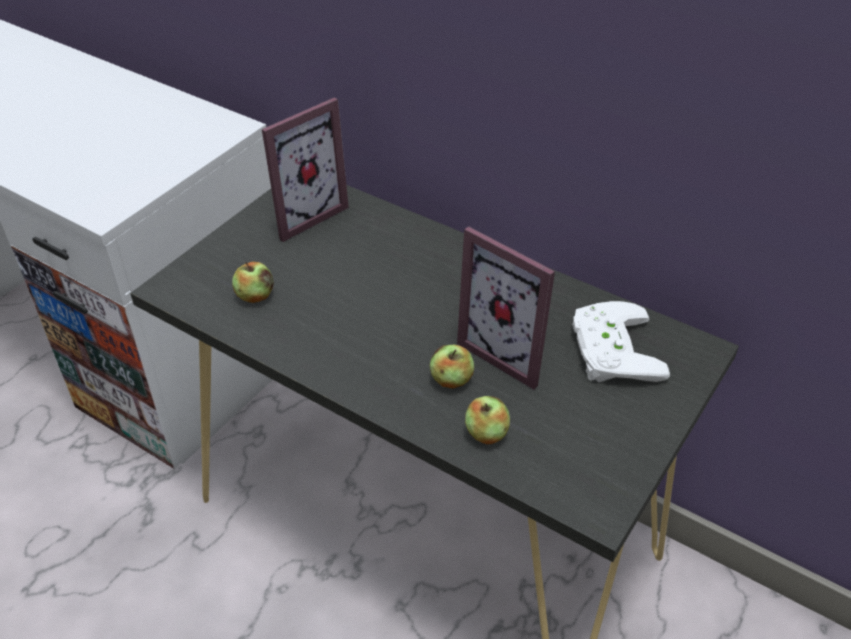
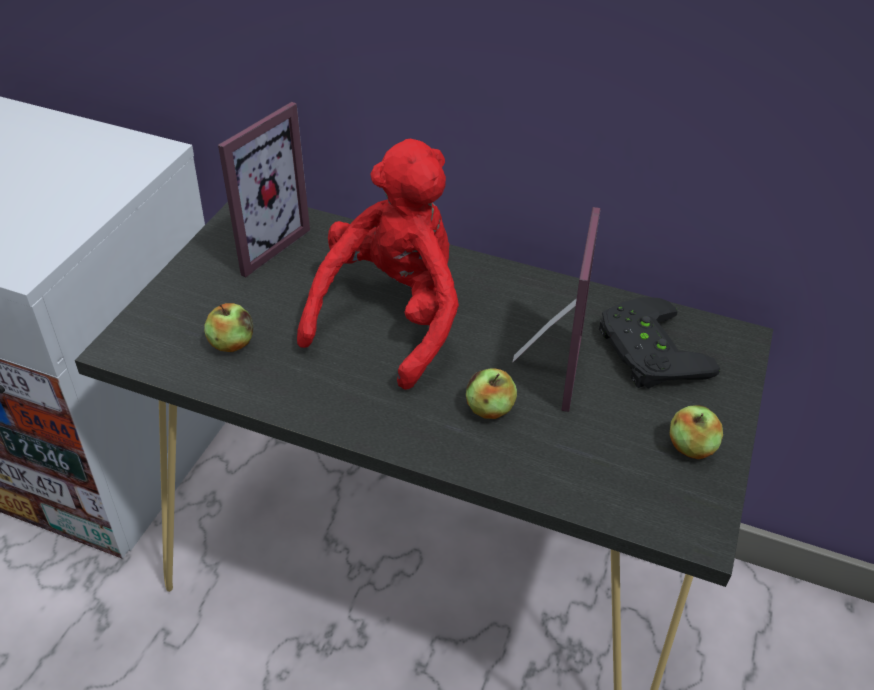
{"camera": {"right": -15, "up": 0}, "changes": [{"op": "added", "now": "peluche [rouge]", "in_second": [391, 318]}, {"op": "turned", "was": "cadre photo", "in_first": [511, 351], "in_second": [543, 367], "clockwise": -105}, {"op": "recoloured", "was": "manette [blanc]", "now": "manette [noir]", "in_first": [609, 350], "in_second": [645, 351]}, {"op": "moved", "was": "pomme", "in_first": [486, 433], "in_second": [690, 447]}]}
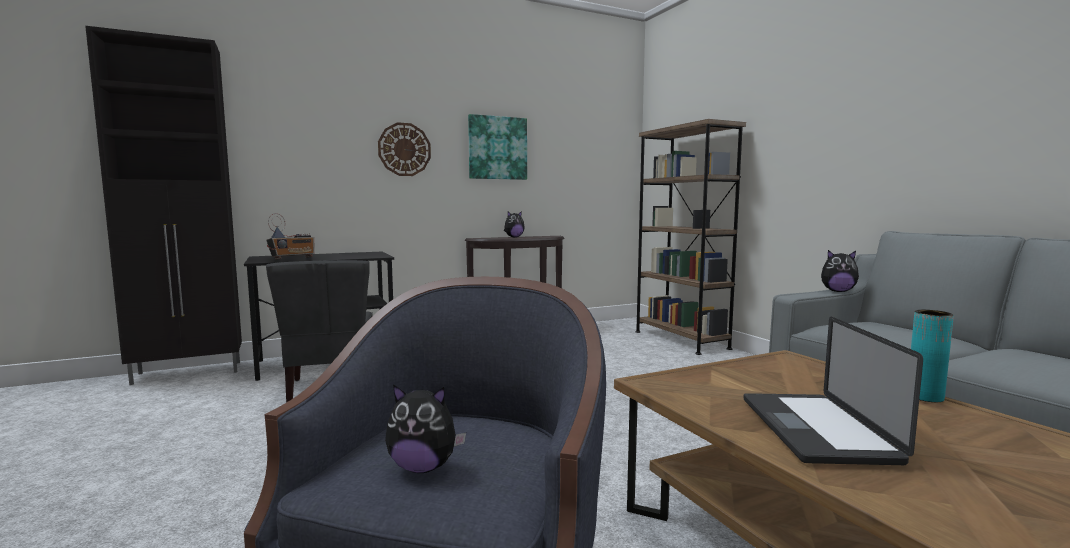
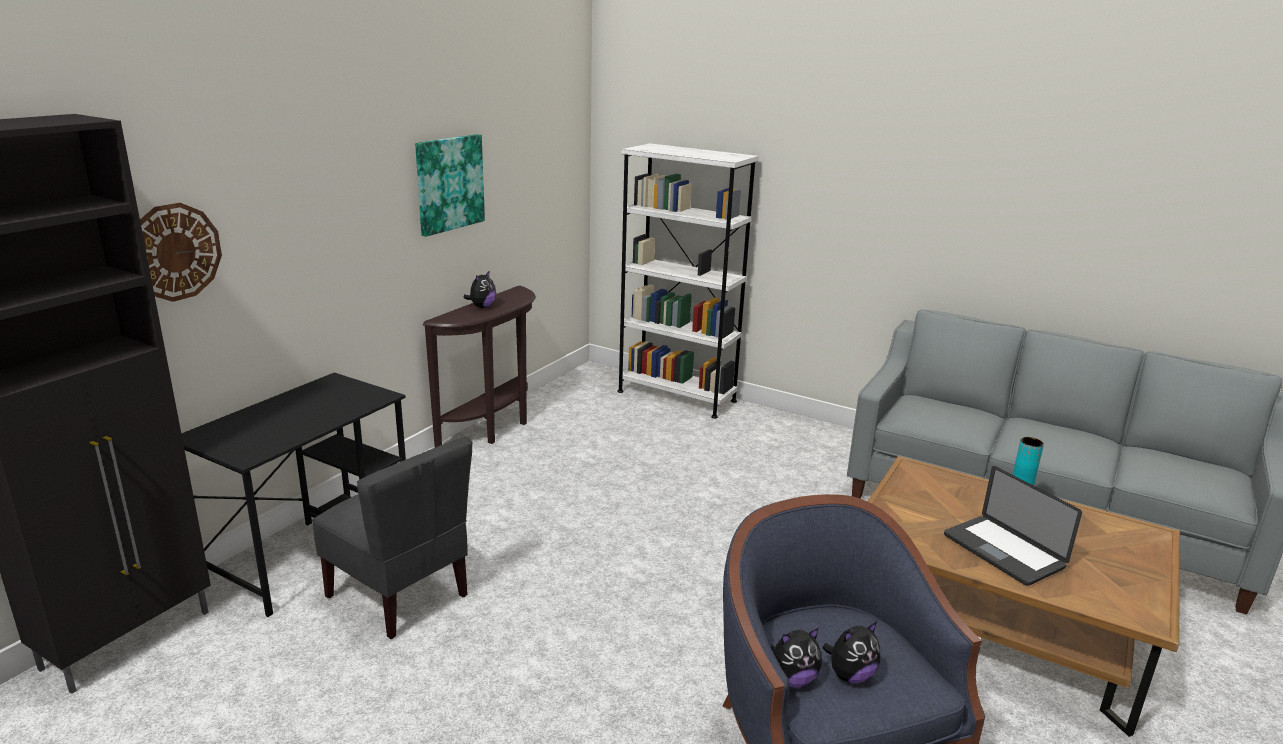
{"camera": {"right": -35, "up": 15}, "changes": [{"op": "moved", "was": "horloge murale", "in_first": [404, 149], "in_second": [174, 252]}, {"op": "recoloured", "was": "bibliothèque [marron]", "now": "bibliothèque [blanc]", "in_first": [680, 340], "in_second": [676, 396]}, {"op": "moved", "was": "peluche", "in_first": [838, 291], "in_second": [792, 679]}, {"op": "removed", "was": "radio", "in_first": [293, 259]}]}
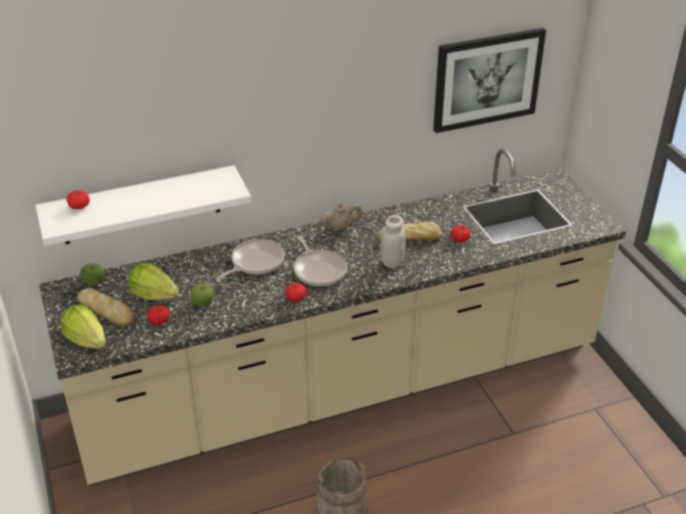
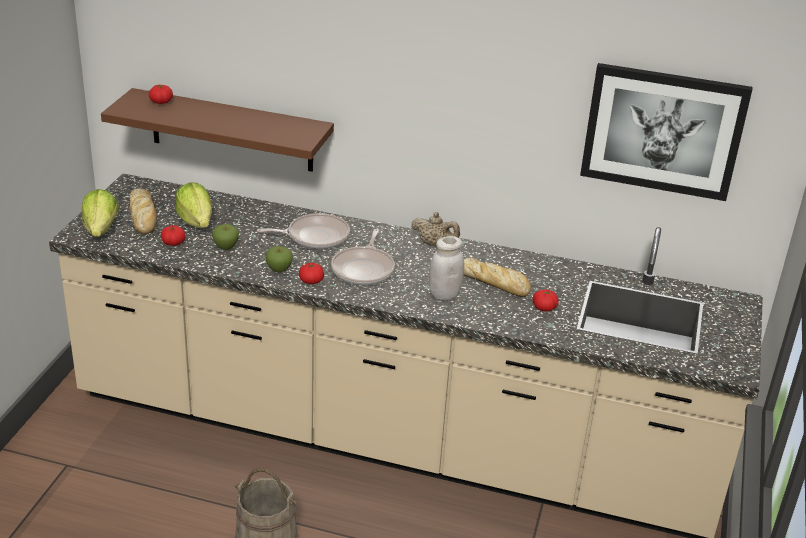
{"camera": {"right": 35, "up": -5}, "changes": [{"op": "recoloured", "was": "étagère [blanc]", "now": "étagère [marron]", "in_first": [141, 205], "in_second": [231, 130]}, {"op": "moved", "was": "pomme", "in_first": [94, 282], "in_second": [279, 269]}]}
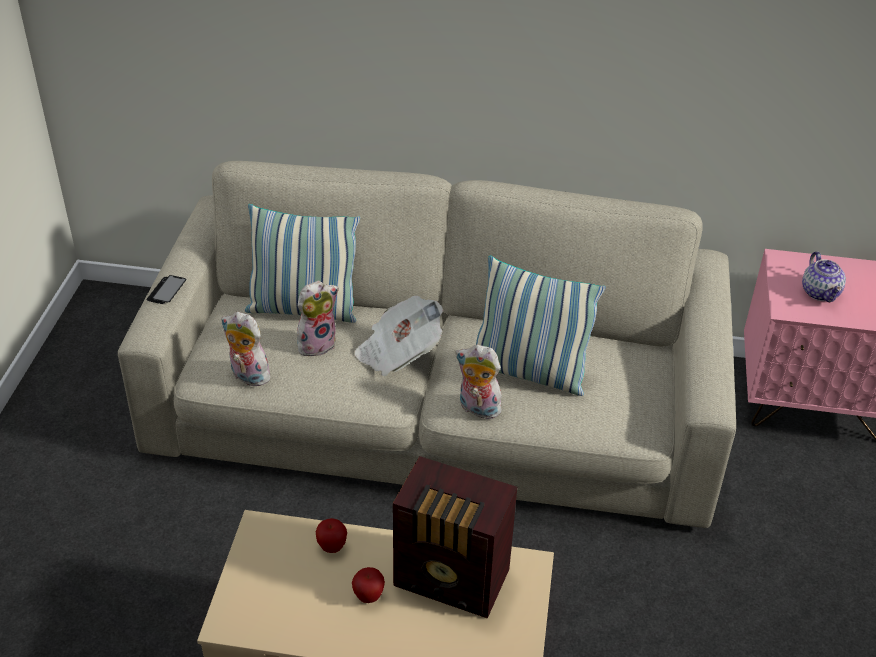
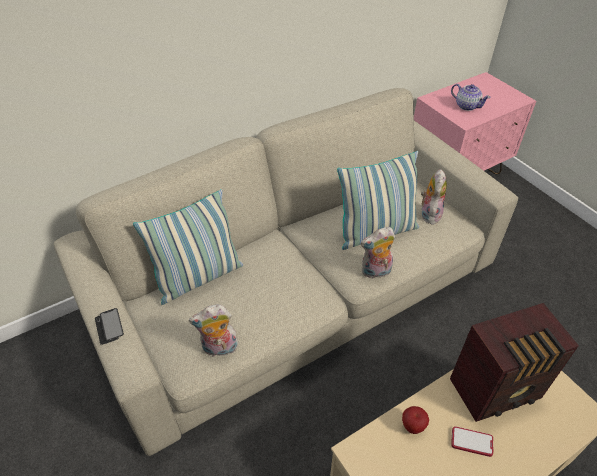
{"camera": {"right": -40, "up": 5}, "changes": [{"op": "moved", "was": "peluche", "in_first": [317, 343], "in_second": [429, 214]}, {"op": "replaced", "was": "pomme", "now": "téléphone", "in_first": [368, 596], "in_second": [471, 442]}, {"op": "removed", "was": "journal", "in_first": [398, 352]}]}
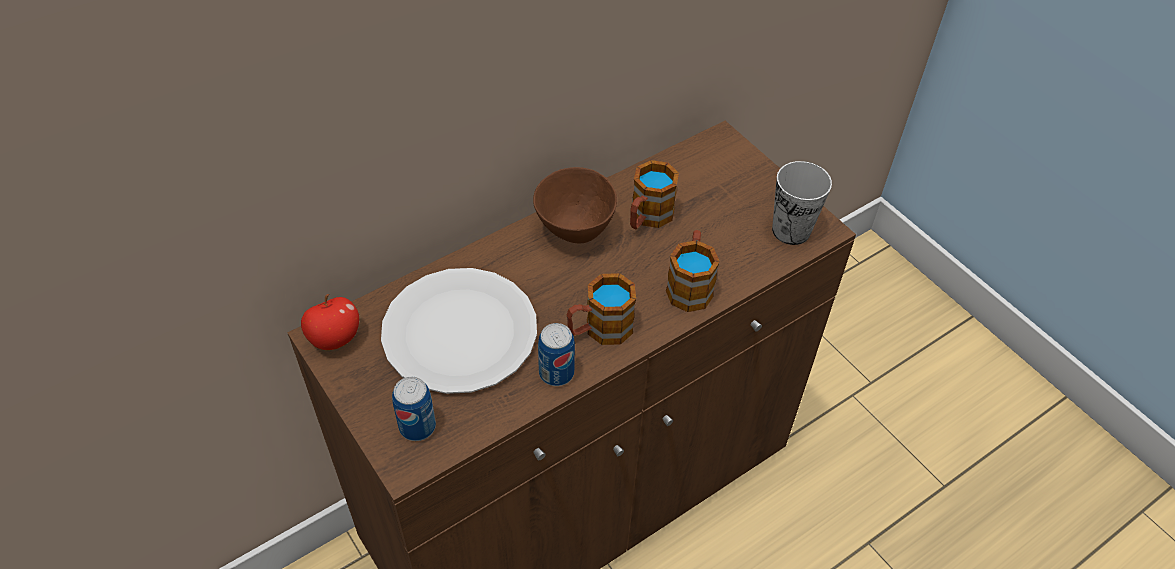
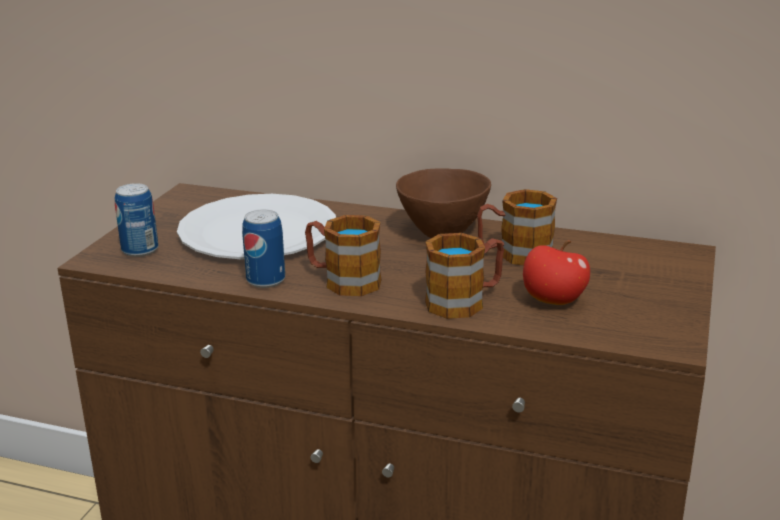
{"camera": {"right": 55, "up": -25}, "changes": [{"op": "moved", "was": "pomme", "in_first": [335, 338], "in_second": [553, 301]}, {"op": "removed", "was": "tasse", "in_first": [791, 230]}]}
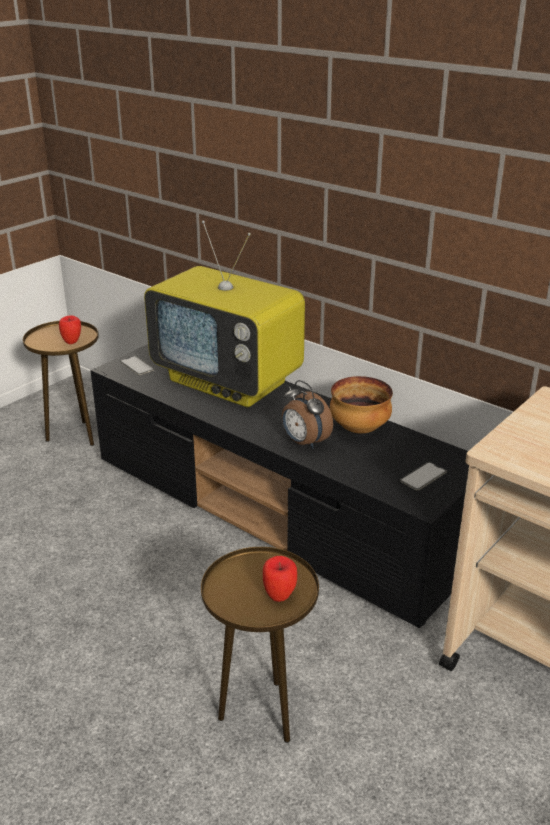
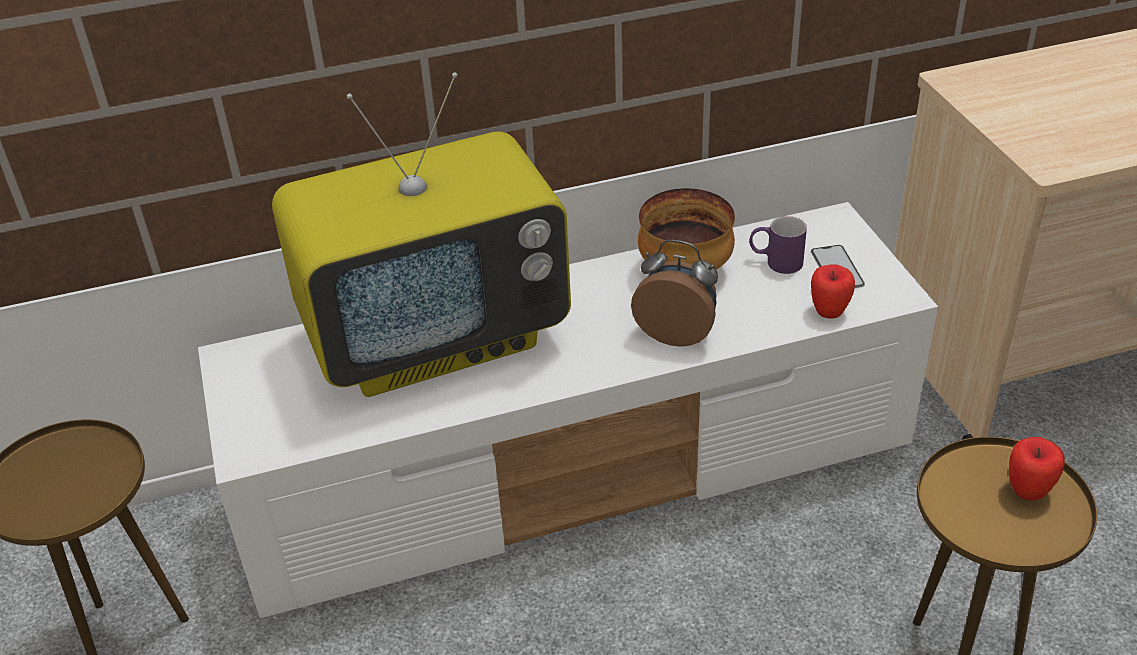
{"camera": {"right": -55, "up": 10}, "changes": [{"op": "recoloured", "was": "meuble télé [noir]", "now": "meuble télé [blanc]", "in_first": [277, 513], "in_second": [579, 468]}, {"op": "turned", "was": "réveil", "in_first": [304, 442], "in_second": [677, 332], "clockwise": -150}, {"op": "added", "now": "mug [violet]", "in_second": [775, 262]}, {"op": "moved", "was": "pomme", "in_first": [72, 342], "in_second": [829, 312]}, {"op": "removed", "was": "téléphone", "in_first": [137, 365]}]}
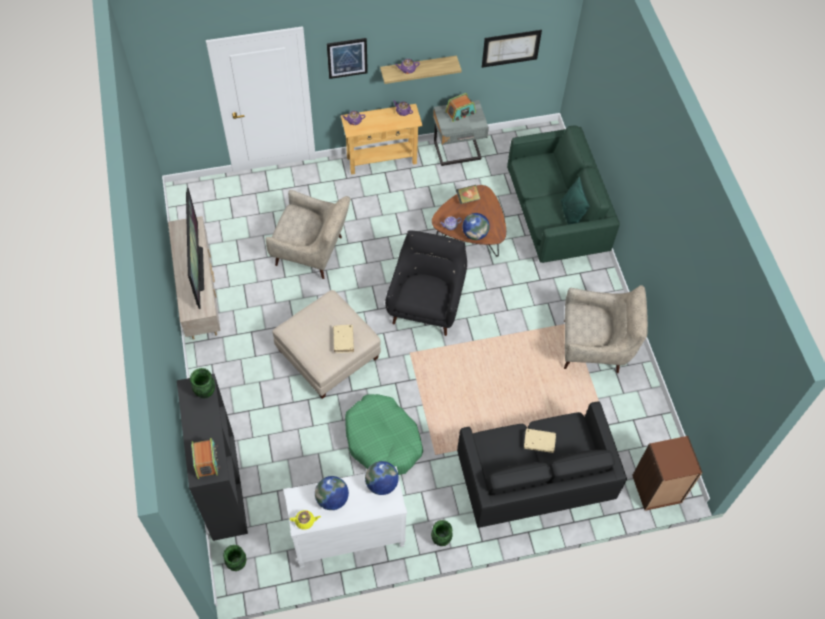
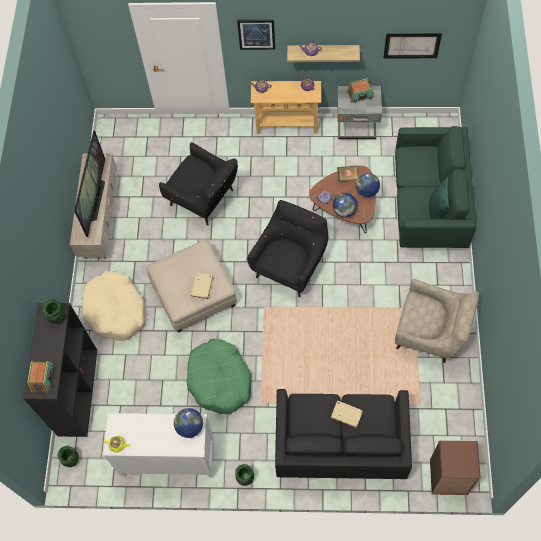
{"camera": {"right": 20, "up": 5}, "changes": [{"op": "added", "now": "panier pour chien [beige]", "in_second": [116, 310]}, {"op": "recoloured", "was": "fauteuil [beige]", "now": "fauteuil [noir]", "in_first": [312, 252], "in_second": [204, 200]}, {"op": "moved", "was": "globe", "in_first": [332, 499], "in_second": [367, 191]}]}
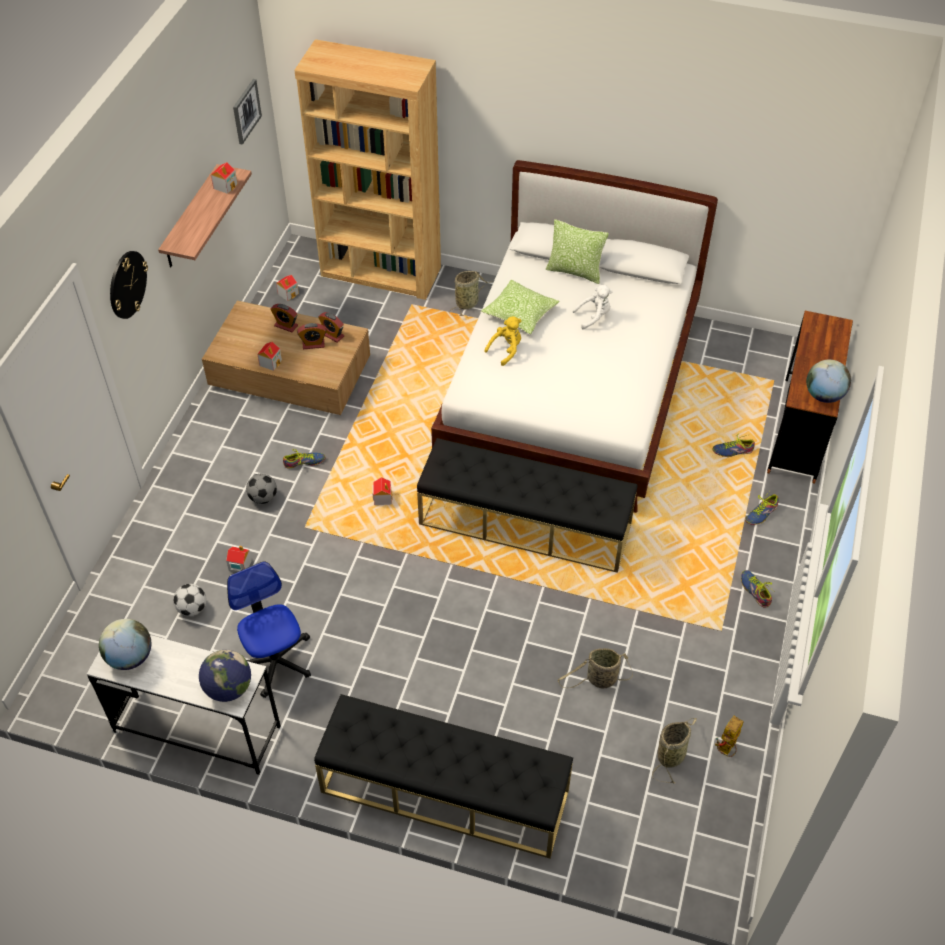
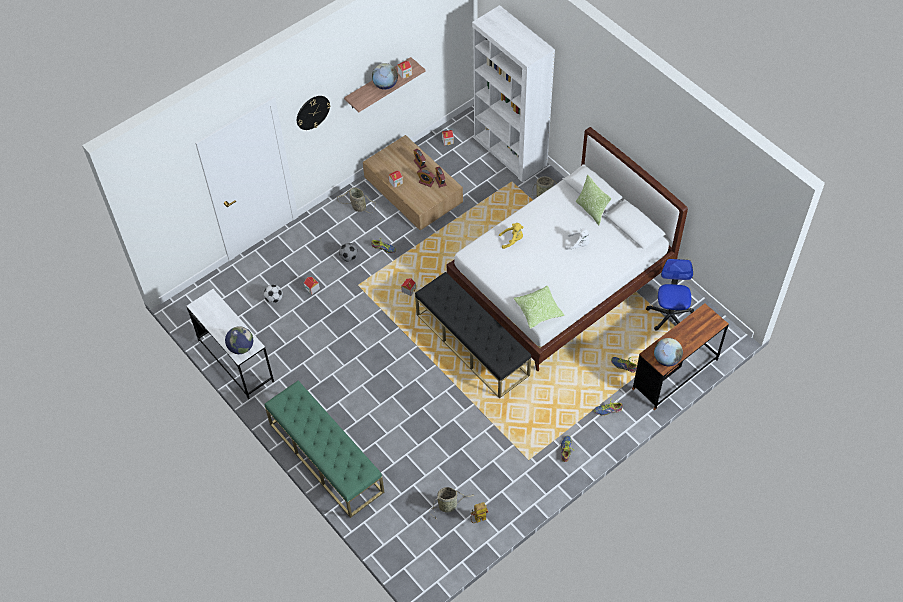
{"camera": {"right": 35, "up": 5}, "changes": [{"op": "recoloured", "was": "banc [noir]", "now": "banc [vert]", "in_first": [444, 791], "in_second": [325, 457]}, {"op": "moved", "was": "panier", "in_first": [599, 680], "in_second": [357, 207]}, {"op": "moved", "was": "globe", "in_first": [130, 657], "in_second": [385, 85]}, {"op": "recoloured", "was": "bibliothèque [marron]", "now": "bibliothèque [blanc]", "in_first": [381, 272], "in_second": [510, 152]}, {"op": "moved", "was": "coussin", "in_first": [520, 314], "in_second": [538, 310]}, {"op": "moved", "was": "chaise de bureau", "in_first": [275, 661], "in_second": [669, 315]}, {"op": "removed", "was": "tableau", "in_first": [246, 111]}]}
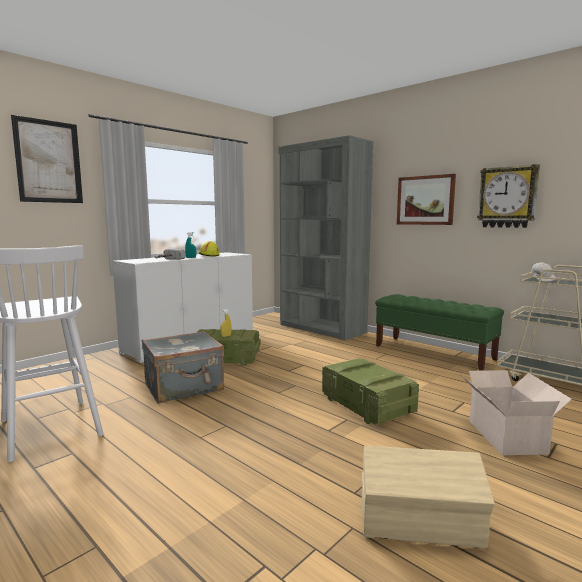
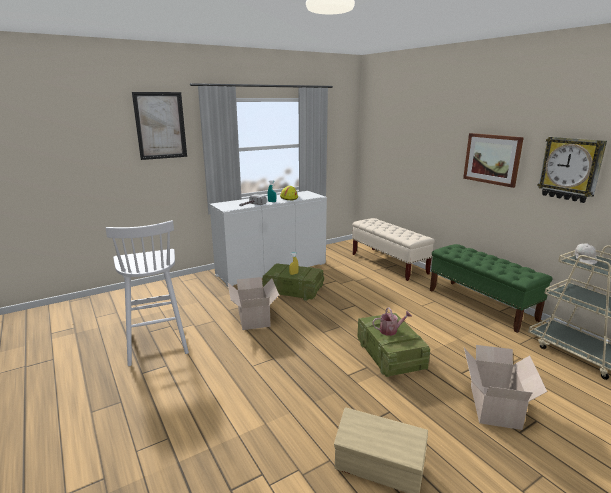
{"camera": {"right": 15, "up": 10}, "changes": [{"op": "replaced", "was": "valise [gris]", "now": "carton", "in_first": [184, 388], "in_second": [254, 317]}, {"op": "replaced", "was": "bibliothèque [gris]", "now": "banc [beige]", "in_first": [322, 328], "in_second": [388, 264]}, {"op": "added", "now": "arrosoir", "in_second": [391, 330]}]}
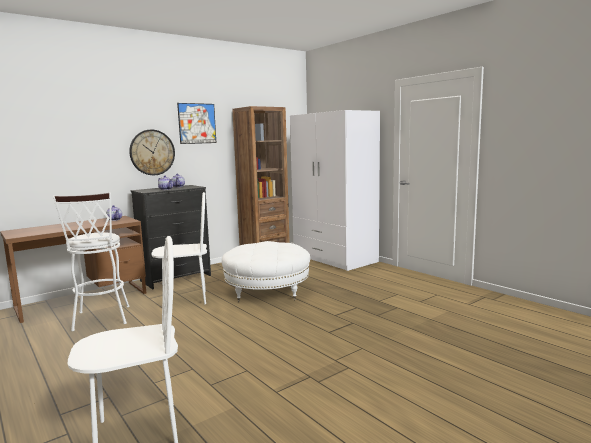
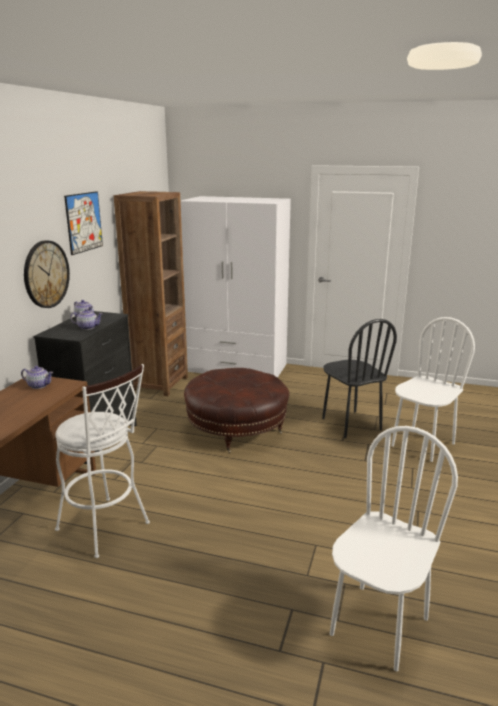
{"camera": {"right": -35, "up": 10}, "changes": [{"op": "recoloured", "was": "pouf [blanc]", "now": "pouf [marron]", "in_first": [267, 291], "in_second": [236, 430]}, {"op": "added", "now": "chaise [noir]", "in_second": [351, 424]}, {"op": "moved", "was": "chaise [blanc]", "in_first": [185, 299], "in_second": [422, 444]}]}
